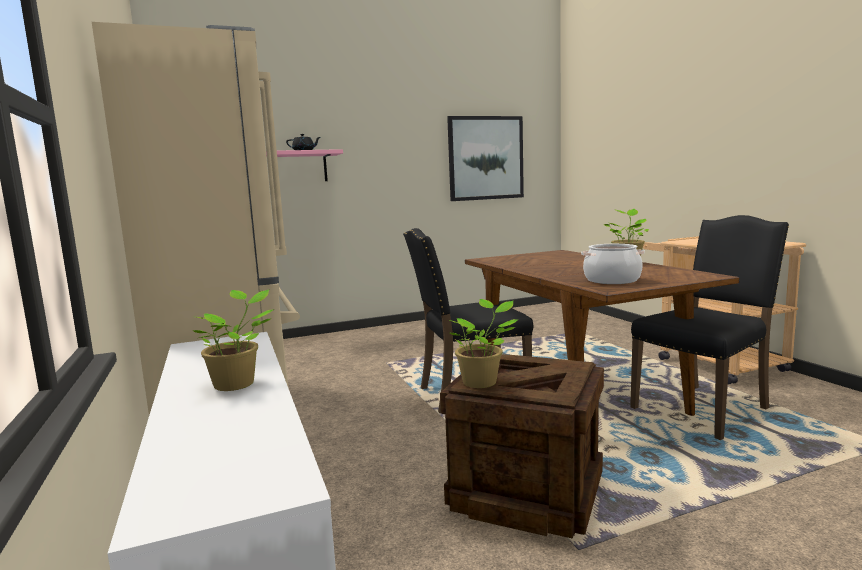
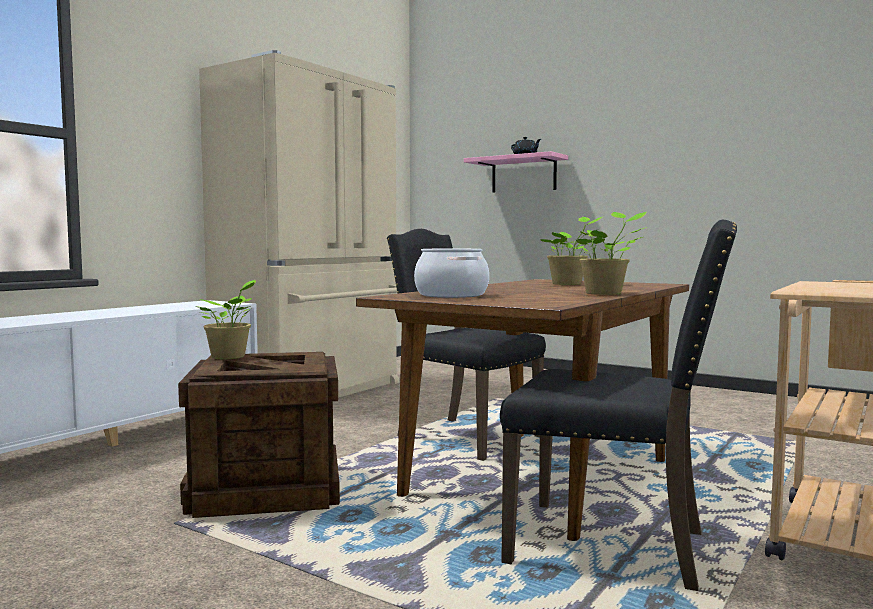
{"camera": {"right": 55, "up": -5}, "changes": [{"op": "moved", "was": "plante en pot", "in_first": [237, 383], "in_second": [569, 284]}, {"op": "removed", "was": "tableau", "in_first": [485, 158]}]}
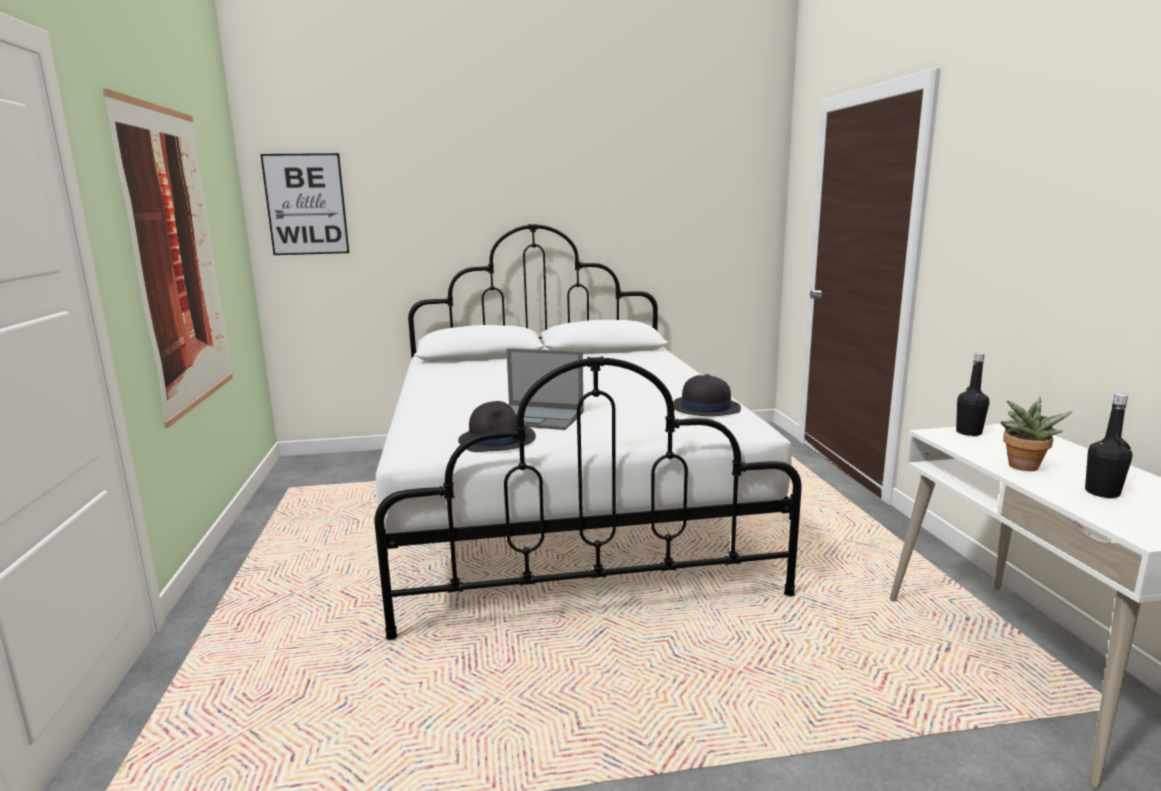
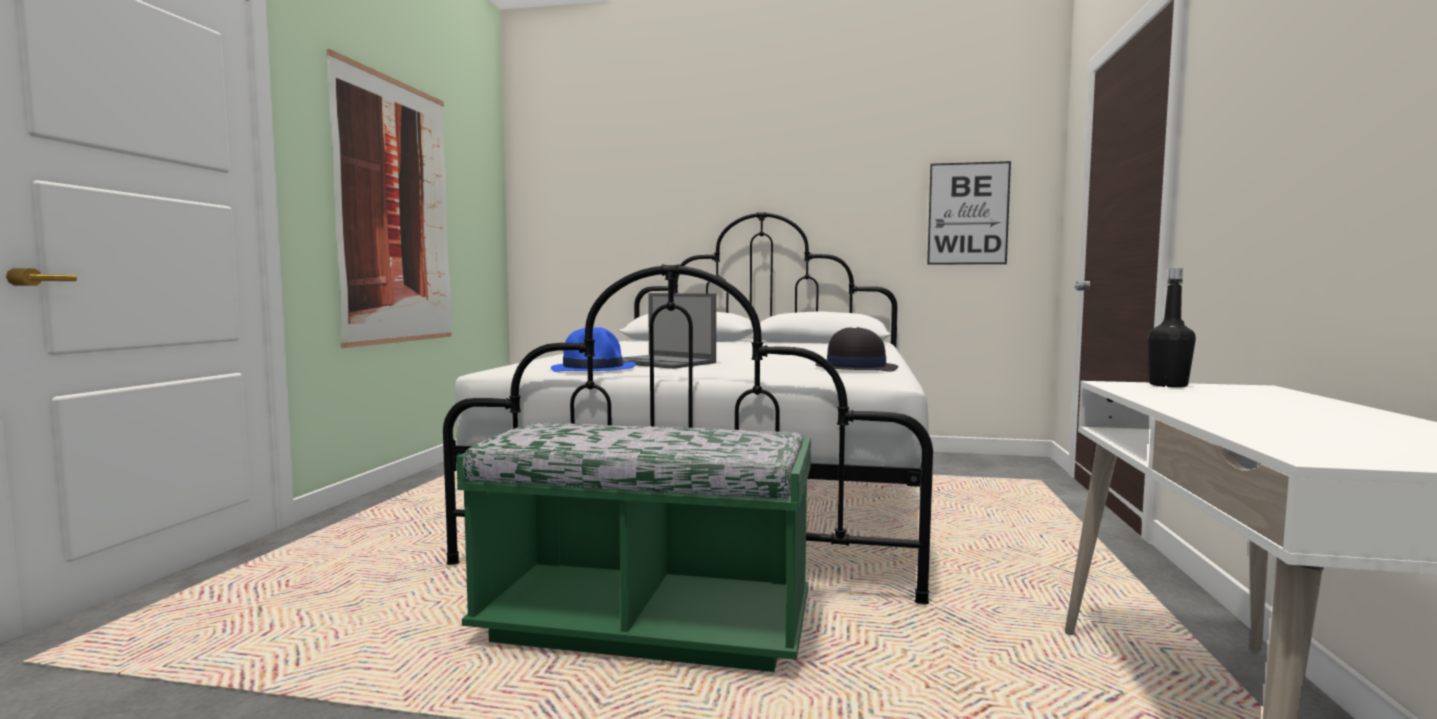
{"camera": {"right": 20, "up": -10}, "changes": [{"op": "added", "now": "banc [vert]", "in_second": [646, 627]}, {"op": "recoloured", "was": "chapeau [noir]", "now": "chapeau [bleu]", "in_first": [497, 440], "in_second": [594, 369]}, {"op": "moved", "was": "tableau", "in_first": [306, 204], "in_second": [968, 213]}, {"op": "removed", "was": "plante en pot", "in_first": [1023, 468]}, {"op": "removed", "was": "bouteille [noir]", "in_first": [1102, 493]}]}
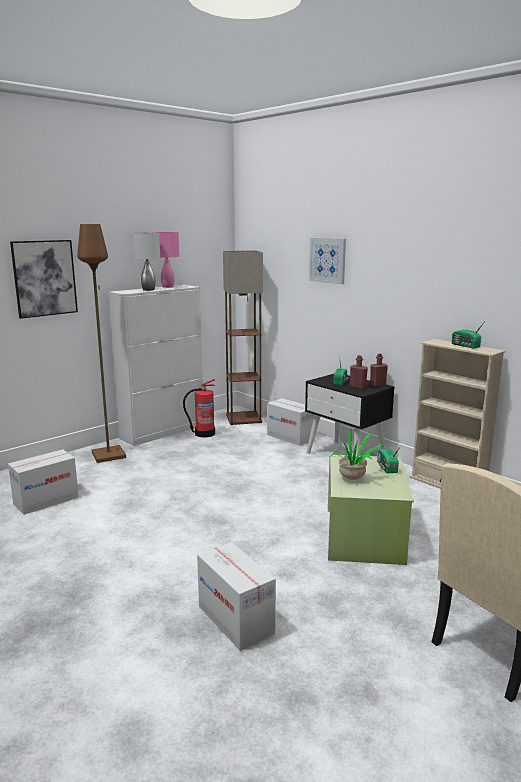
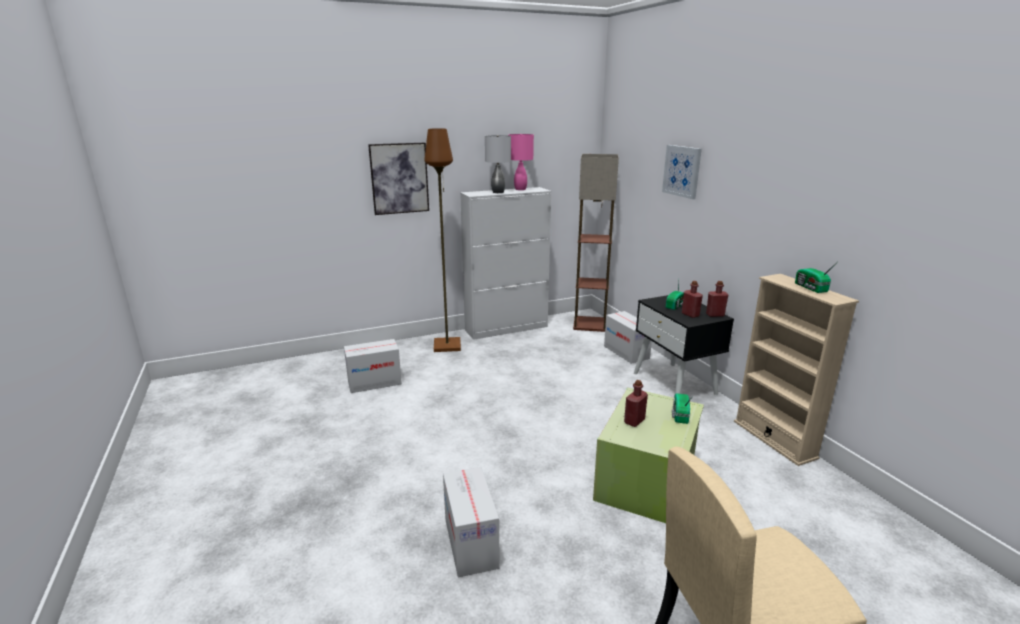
{"camera": {"right": 20, "up": 5}, "changes": [{"op": "replaced", "was": "plante en pot", "now": "bouteille [rouge]", "in_first": [353, 478], "in_second": [634, 421]}, {"op": "removed", "was": "extincteur", "in_first": [204, 433]}]}
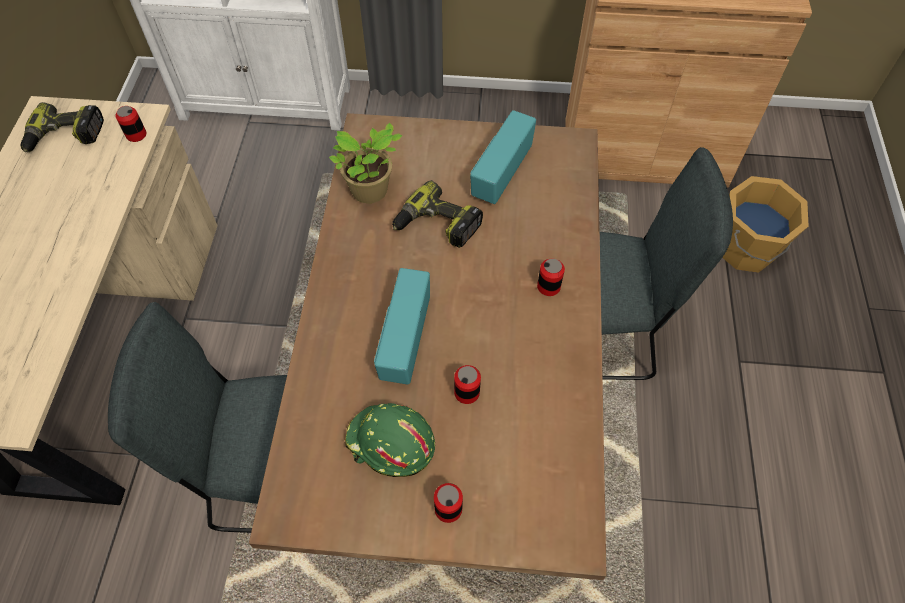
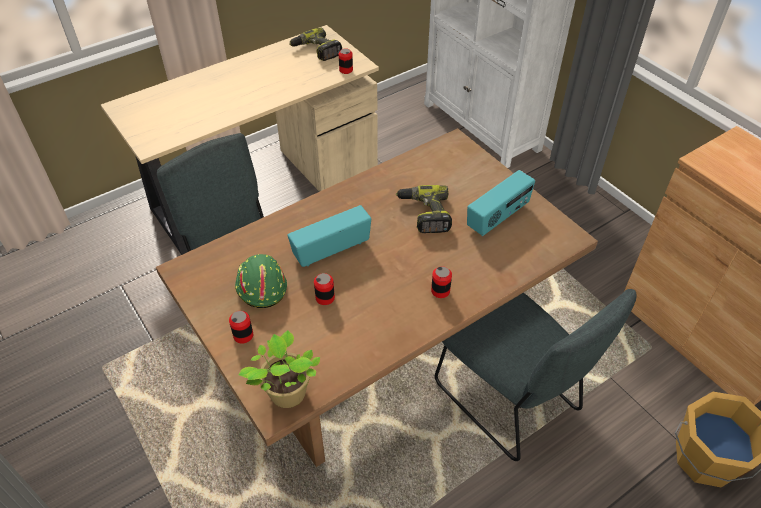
{"camera": {"right": 50, "up": -10}, "changes": [{"op": "moved", "was": "plante en pot", "in_first": [370, 192], "in_second": [286, 395]}, {"op": "turned", "was": "radio", "in_first": [500, 174], "in_second": [498, 217], "clockwise": 150}]}
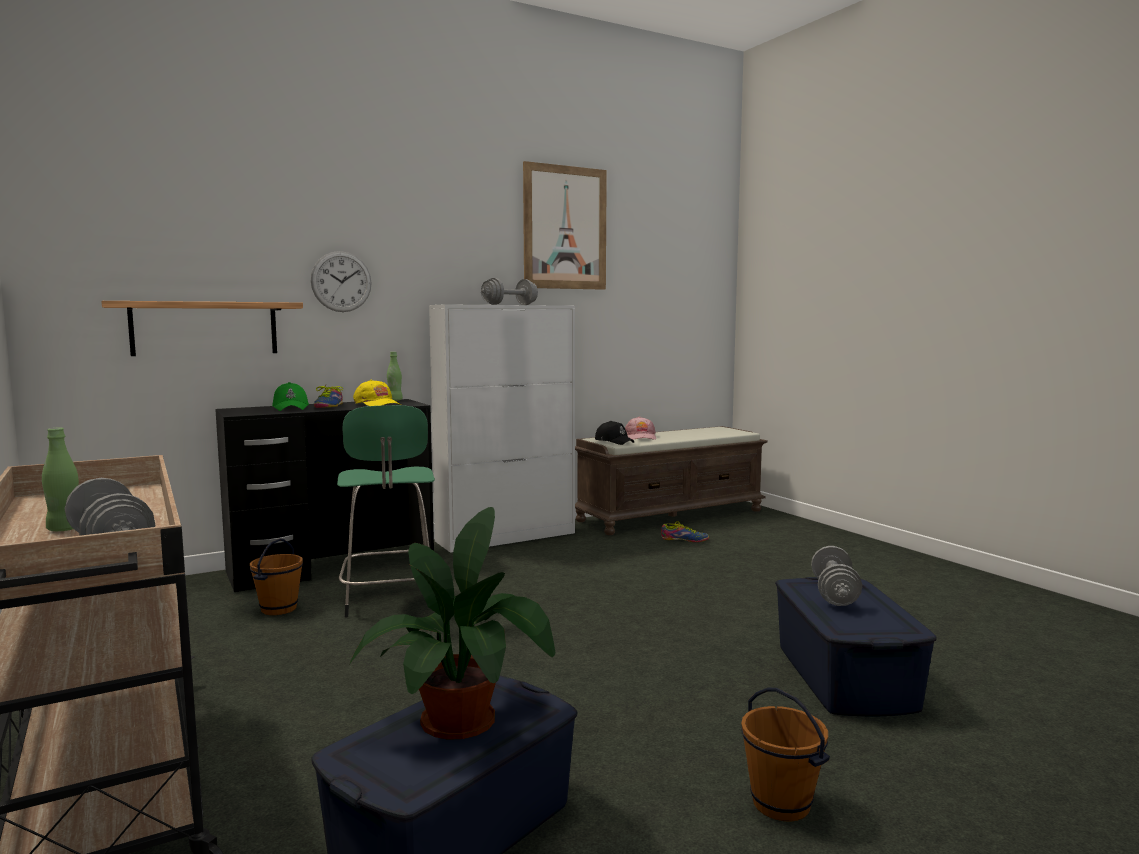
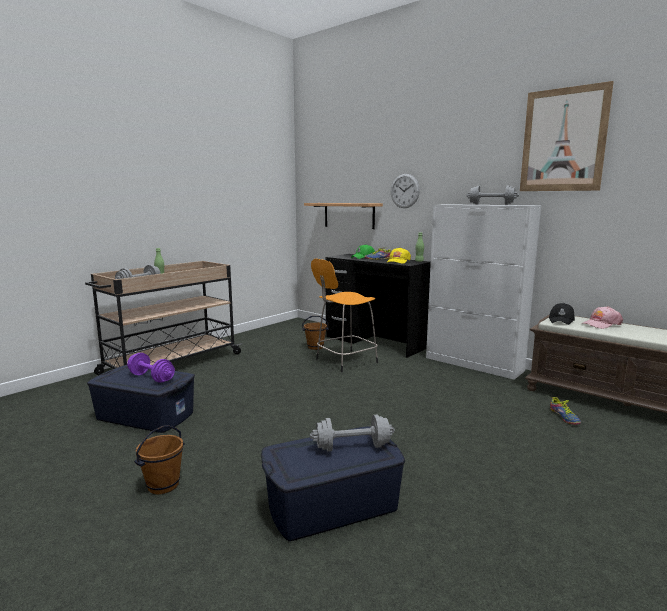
{"camera": {"right": 70, "up": 5}, "changes": [{"op": "replaced", "was": "plante en pot", "now": "haltère [violet]", "in_first": [465, 718], "in_second": [151, 378]}, {"op": "recoloured", "was": "tabouret [vert]", "now": "tabouret [orange]", "in_first": [390, 599], "in_second": [344, 361]}]}
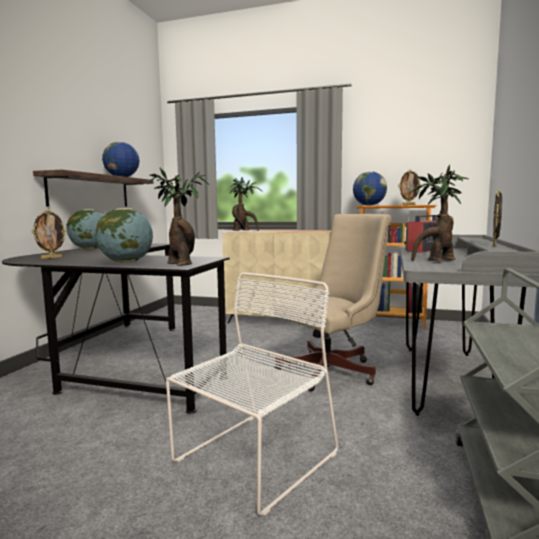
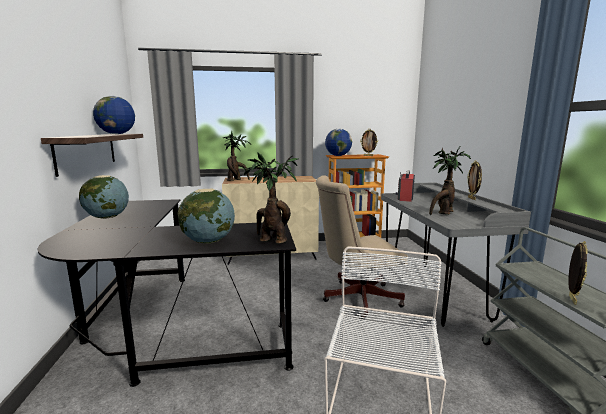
{"camera": {"right": -25, "up": 5}, "changes": [{"op": "turned", "was": "chaise de bureau [beige]", "in_first": [333, 370], "in_second": [356, 298], "clockwise": -135}, {"op": "moved", "was": "cadre photo", "in_first": [51, 258], "in_second": [571, 299]}]}
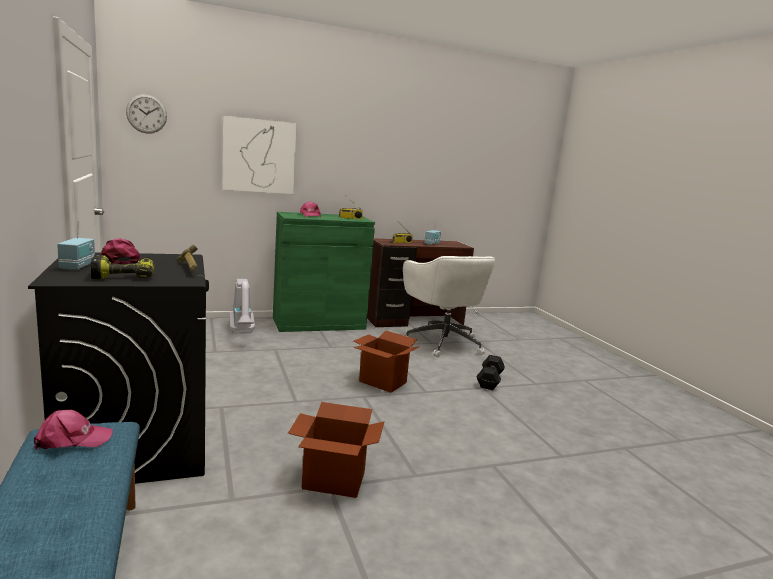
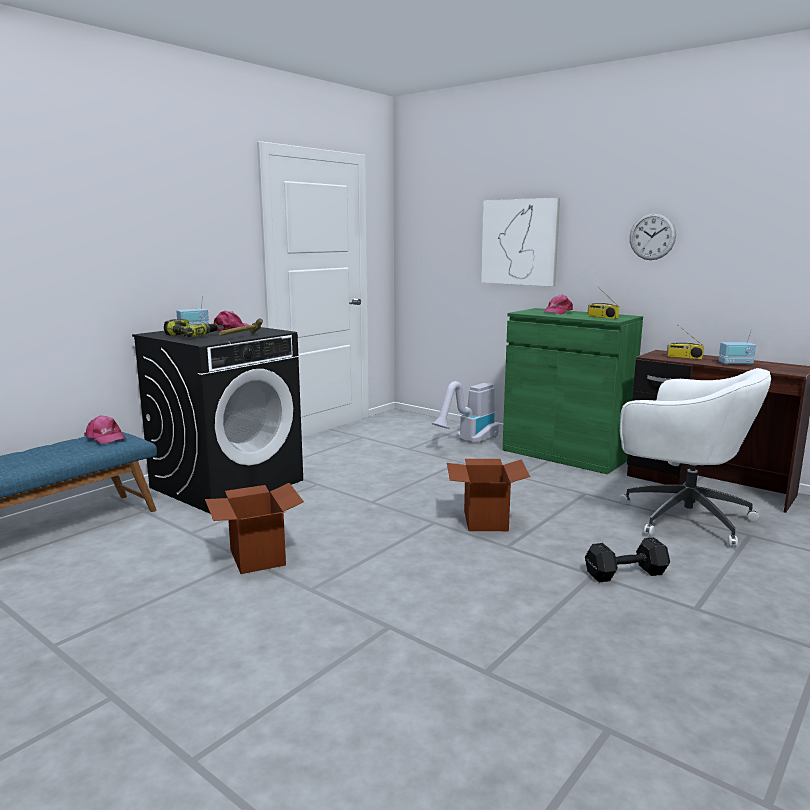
{"camera": {"right": 60, "up": 0}, "changes": [{"op": "turned", "was": "chaise de bureau [blanc]", "in_first": [442, 342], "in_second": [681, 517], "clockwise": -90}, {"op": "moved", "was": "horloge murale", "in_first": [146, 114], "in_second": [652, 236]}]}
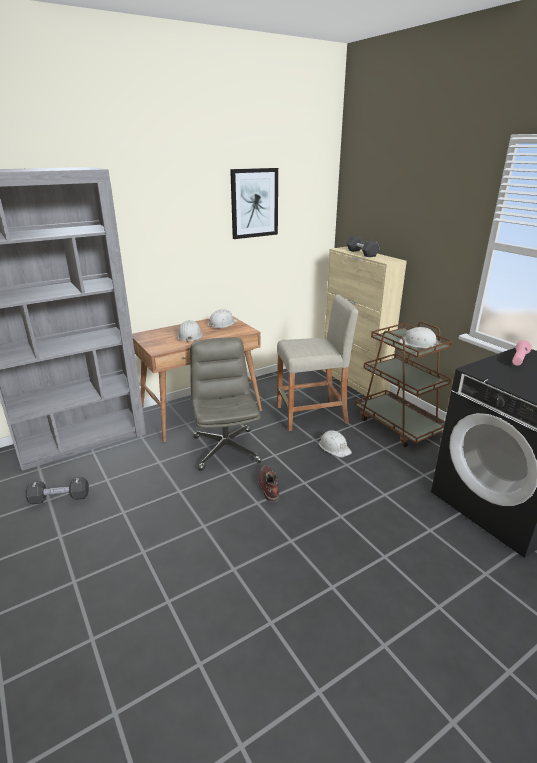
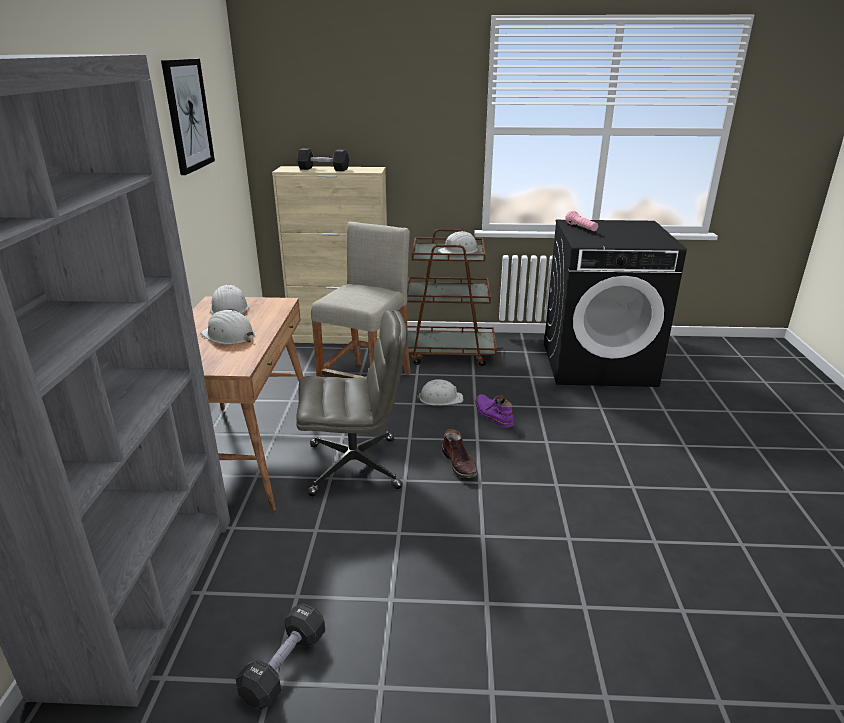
{"camera": {"right": -55, "up": 0}, "changes": [{"op": "turned", "was": "chaise de bureau [gris]", "in_first": [225, 449], "in_second": [355, 466], "clockwise": 150}, {"op": "turned", "was": "botte [marron]", "in_first": [268, 486], "in_second": [460, 464], "clockwise": -135}, {"op": "added", "now": "botte [violet]", "in_second": [493, 415]}]}
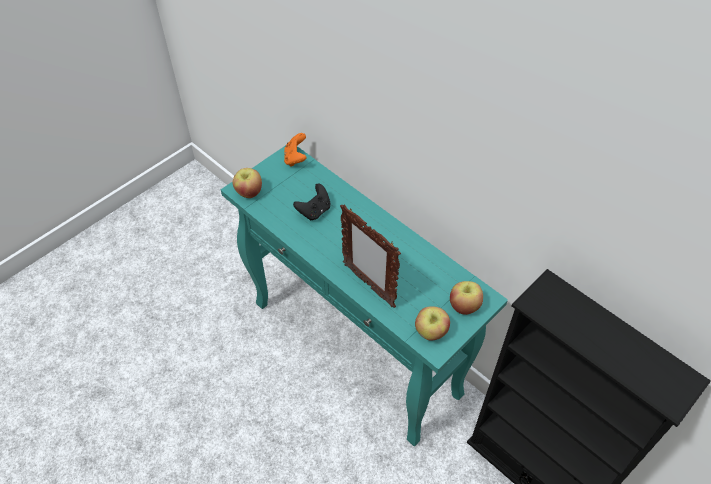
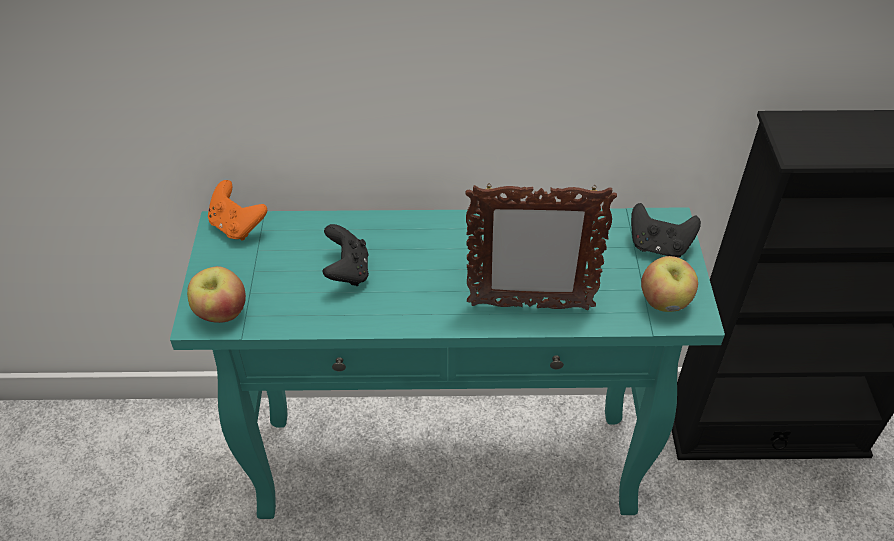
{"camera": {"right": -45, "up": -5}, "changes": [{"op": "replaced", "was": "pomme", "now": "manette [noir]", "in_first": [464, 305], "in_second": [658, 246]}]}
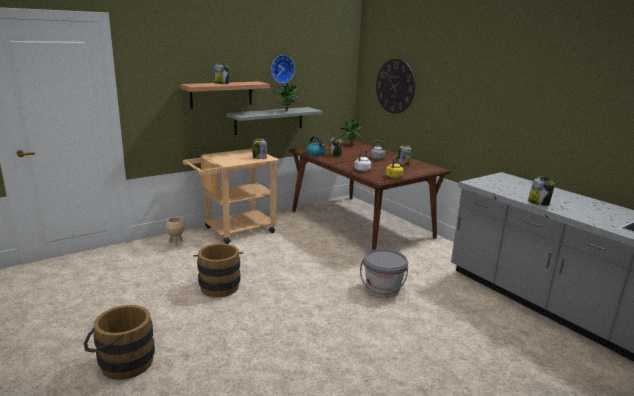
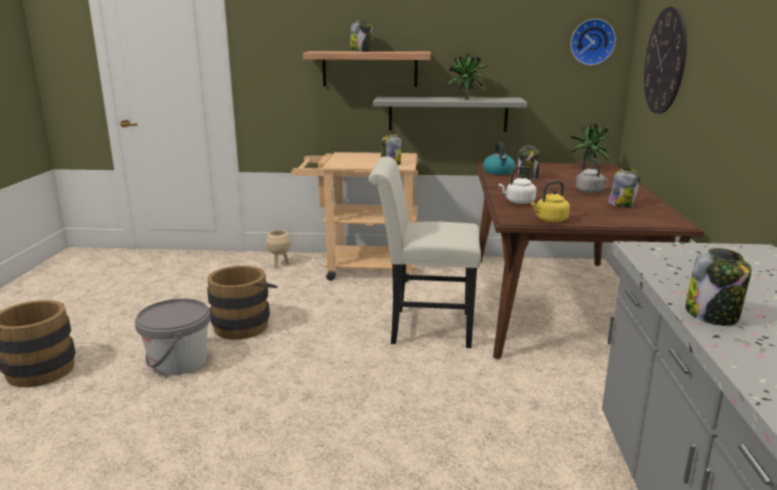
{"camera": {"right": 40, "up": 0}, "changes": [{"op": "moved", "was": "seau [gris]", "in_first": [383, 288], "in_second": [178, 362]}, {"op": "added", "now": "chaise [blanc]", "in_second": [423, 327]}, {"op": "moved", "was": "horloge murale", "in_first": [281, 69], "in_second": [592, 42]}]}
